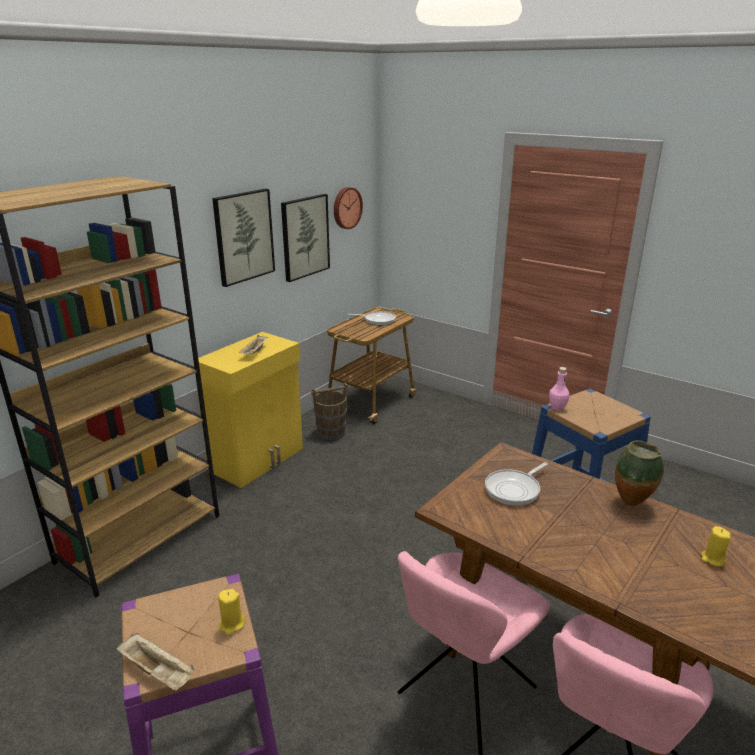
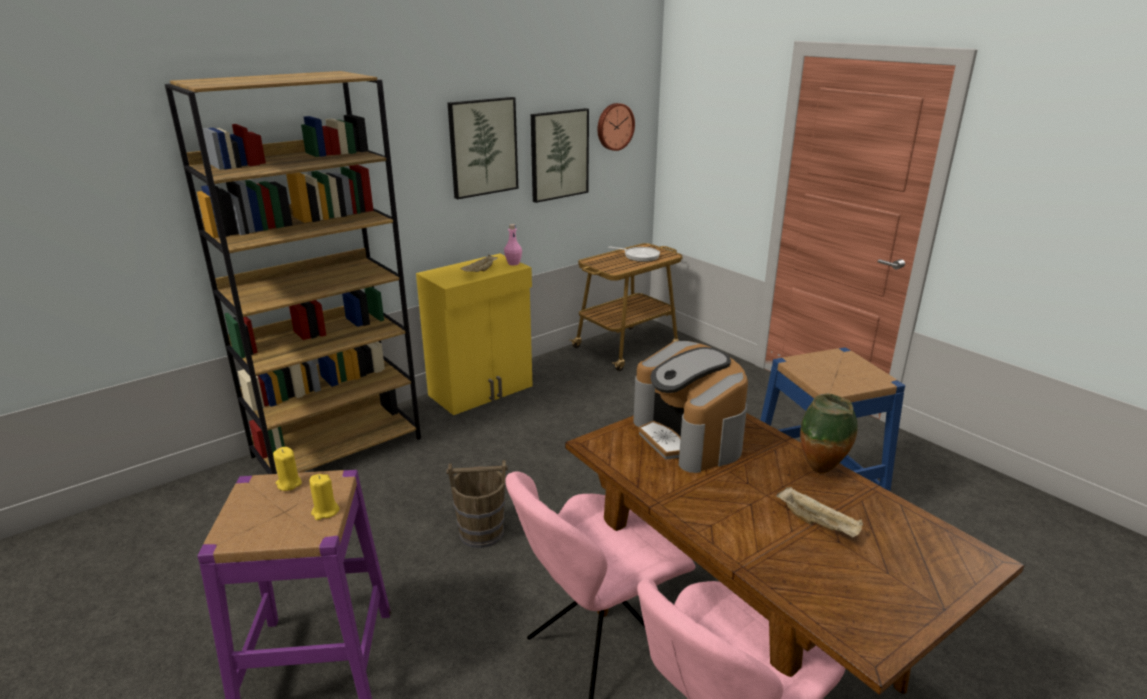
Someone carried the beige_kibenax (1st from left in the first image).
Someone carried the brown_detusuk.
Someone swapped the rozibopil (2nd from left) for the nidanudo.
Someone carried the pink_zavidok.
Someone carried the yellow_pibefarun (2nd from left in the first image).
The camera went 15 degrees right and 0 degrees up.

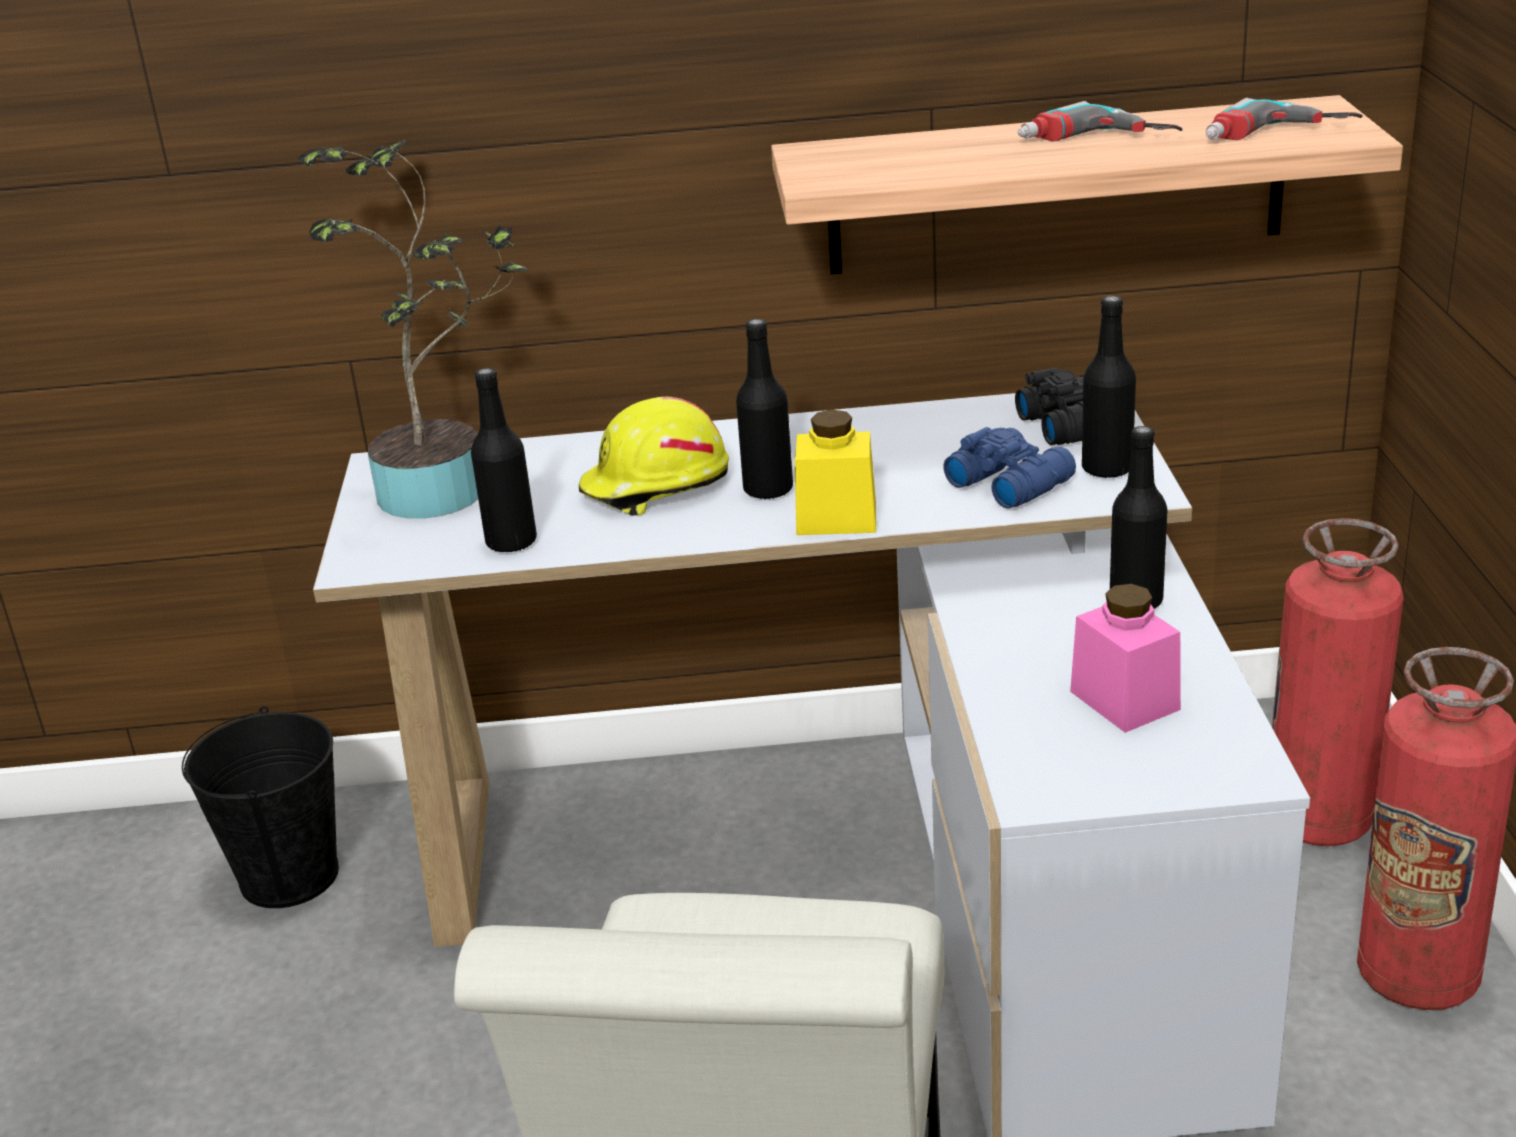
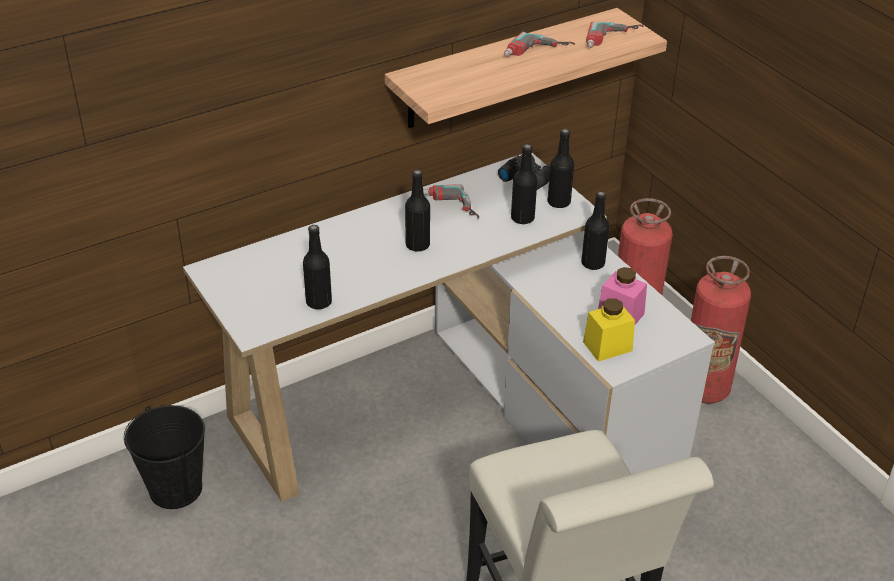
Someone took away the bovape.
Someone took away the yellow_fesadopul.
Someone carried the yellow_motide.
Someone swapped the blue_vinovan for the black_zavidok (3rd from left).
Someone put down the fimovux (1st from left).
The camera went 30 degrees left and 10 degrees up.

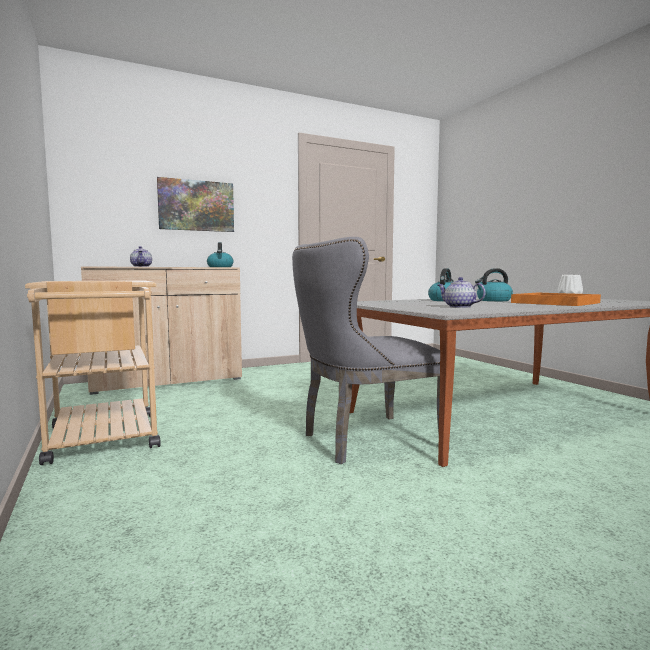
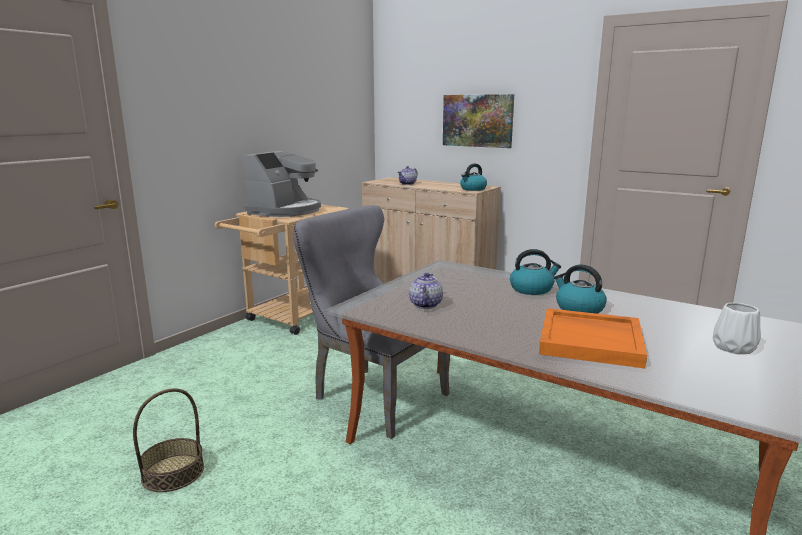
Someone put down the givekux.
Someone put down the nidanudo.
The camera went 60 degrees right and 10 degrees up.

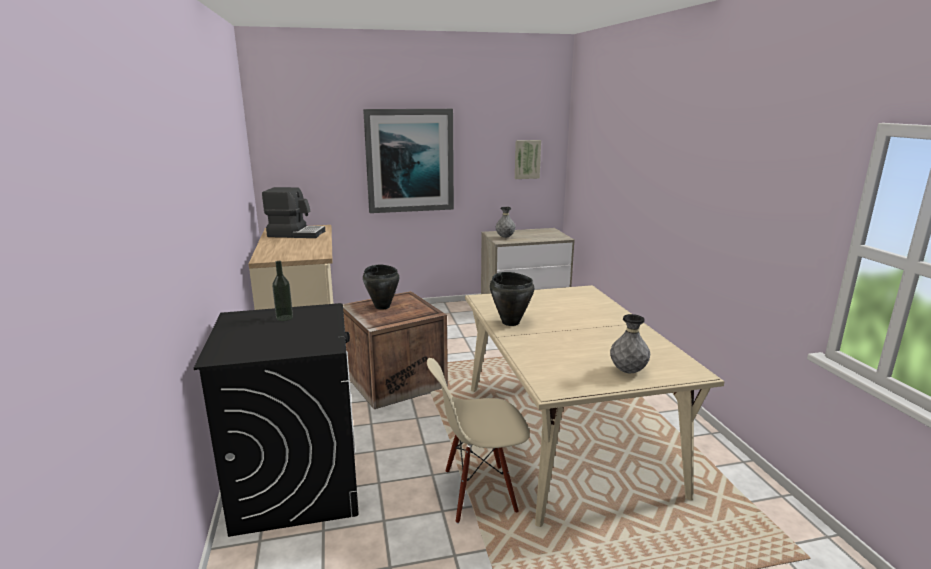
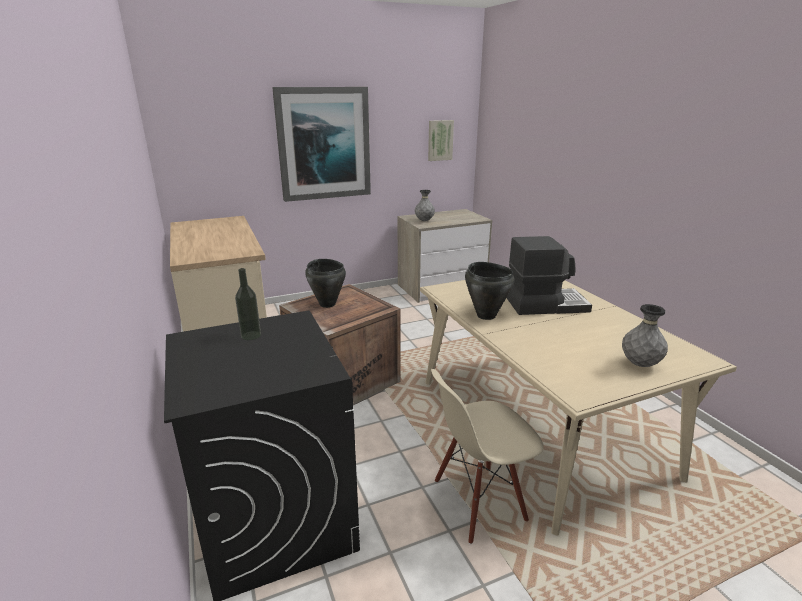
Someone carried the nidanudo.
The camera went 10 degrees left and 5 degrees up.

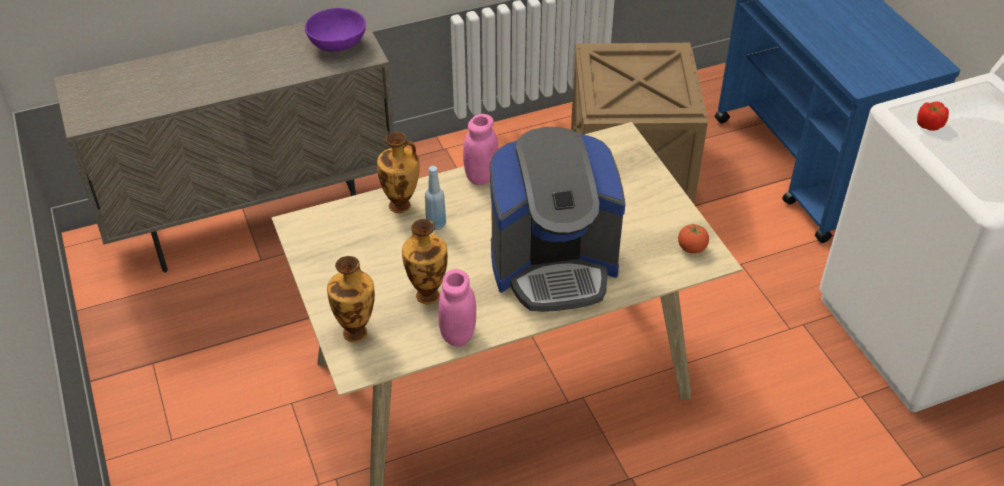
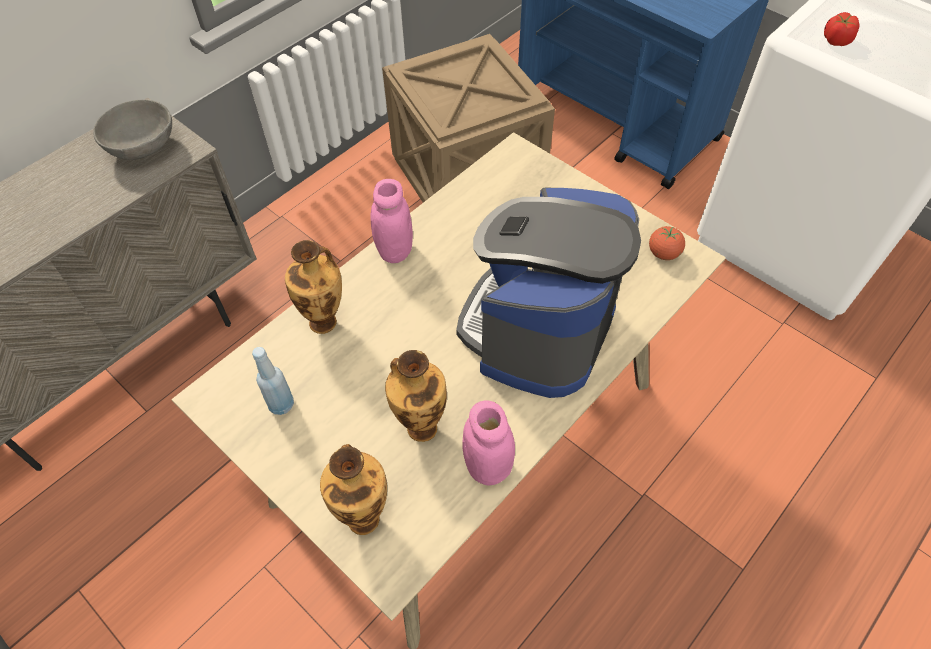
Someone repainted the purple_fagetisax, which became the grey_fagetisax.
Someone carried the blue_zavidok.
Someone rotated the nidanudo by 150 degrees clockwise.
The camera went 25 degrees left and 10 degrees up.

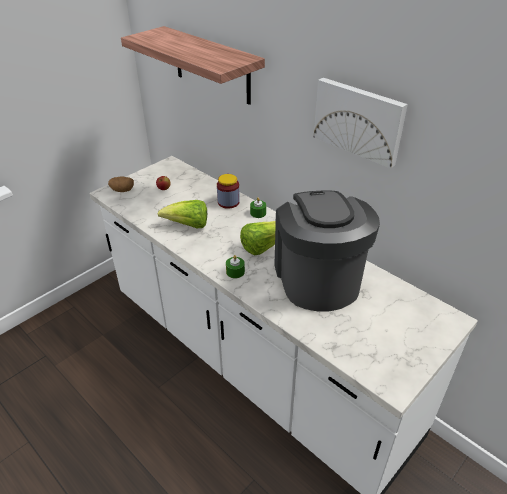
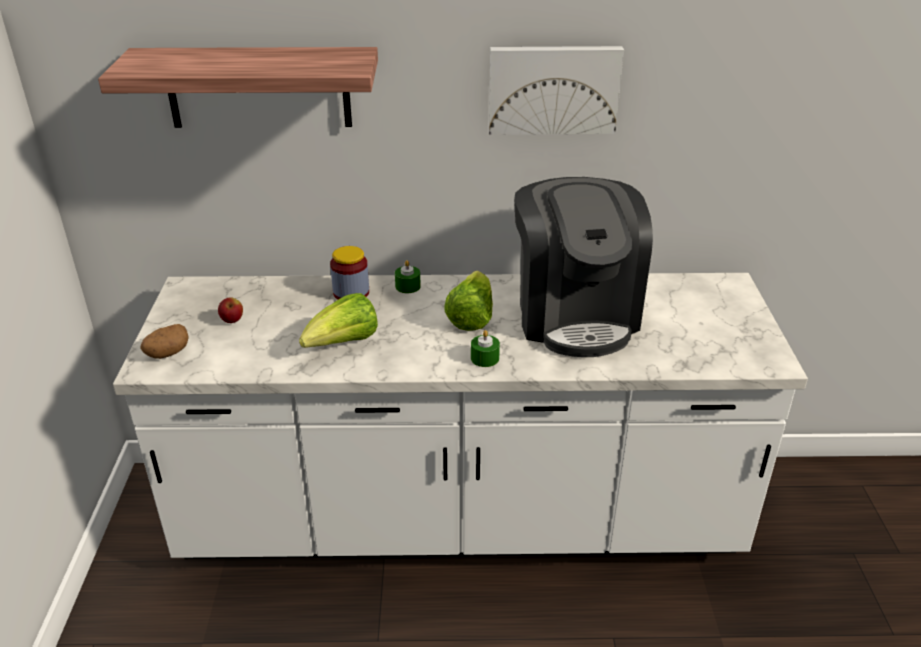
Someone rotated the nidanudo by 135 degrees counterclockwise.
The camera went 45 degrees left and 5 degrees down.

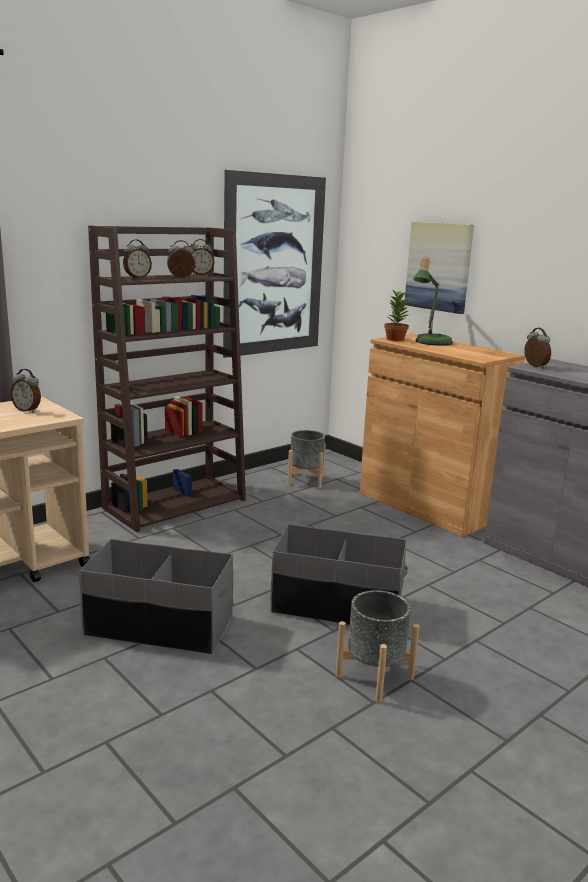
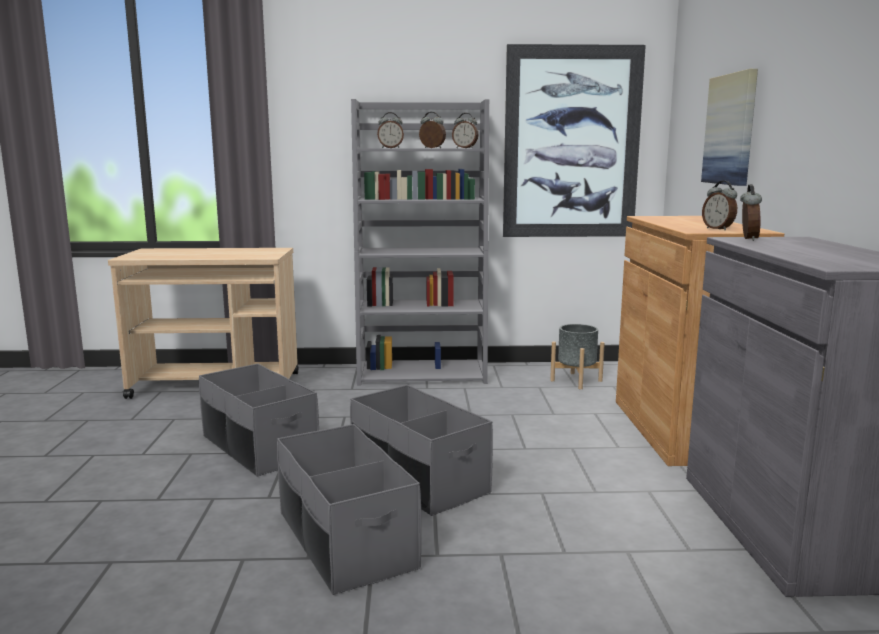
Someone carried the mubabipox (1st from left in the first image).
Someone repainted the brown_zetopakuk, which became the grey_zetopakuk.
Someone swapped the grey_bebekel (2nd from left) for the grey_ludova (2nd from left).
Someone took away the bovape.
Someone took away the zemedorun.
The camera went 40 degrees right and 5 degrees down.

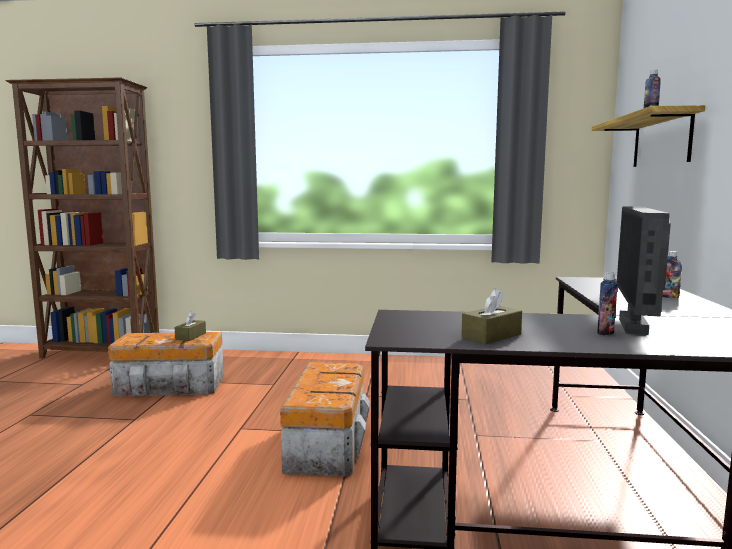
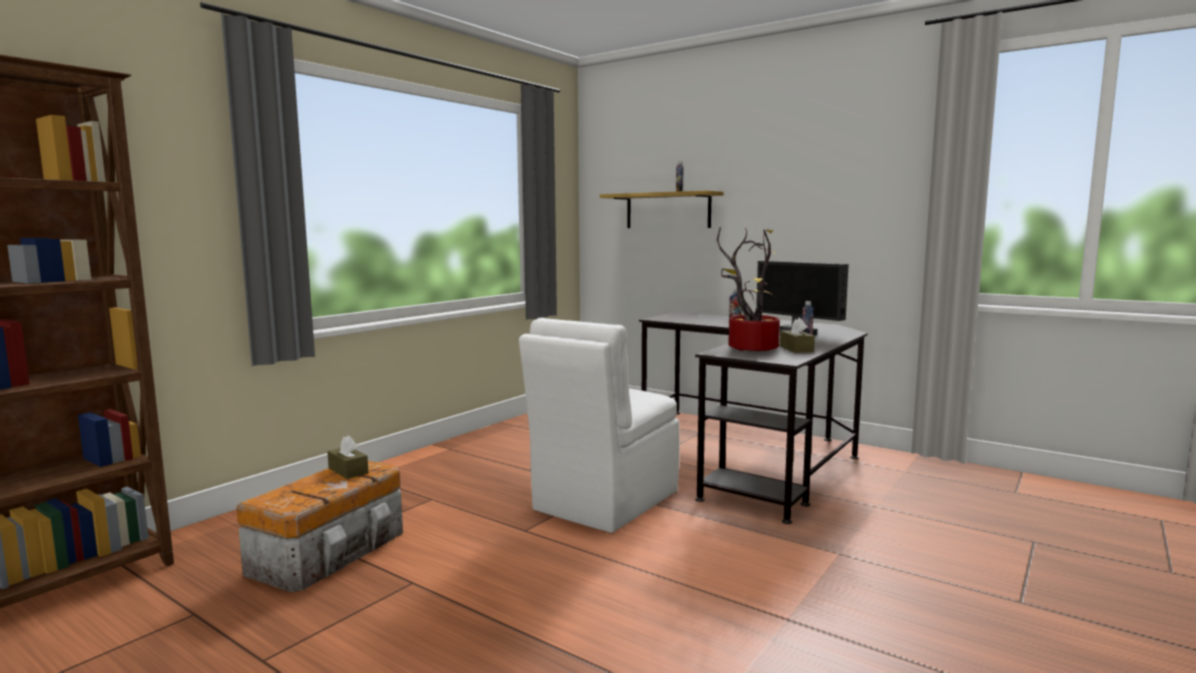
Someone swapped the ludova (2nd from left) for the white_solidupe.
Someone put down the bovape.
The camera went 60 degrees left and 0 degrees up.

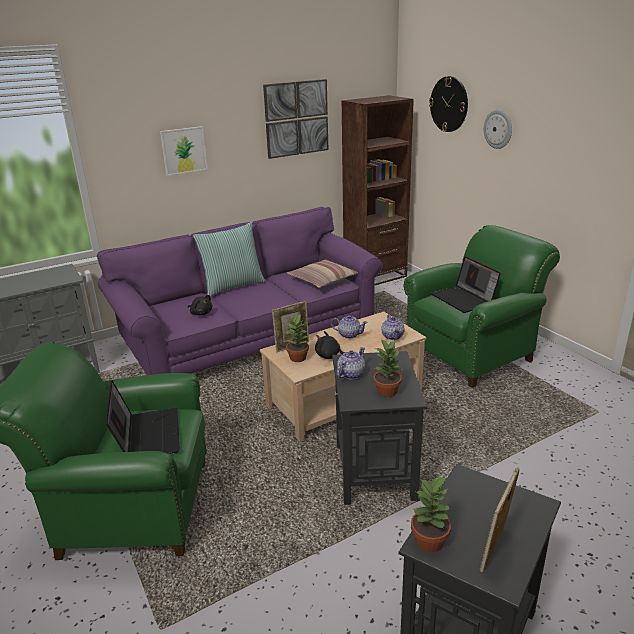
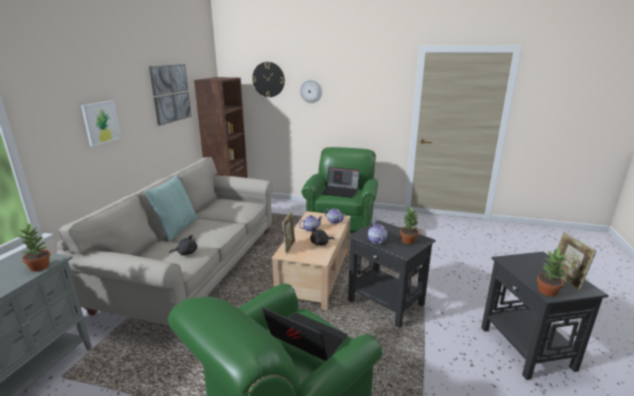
Someone repainted the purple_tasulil, which became the beige_tasulil.
Someone carried the bovape (1st from left).
Someone took away the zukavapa (2nd from left).
The camera went 45 degrees left and 5 degrees down.

